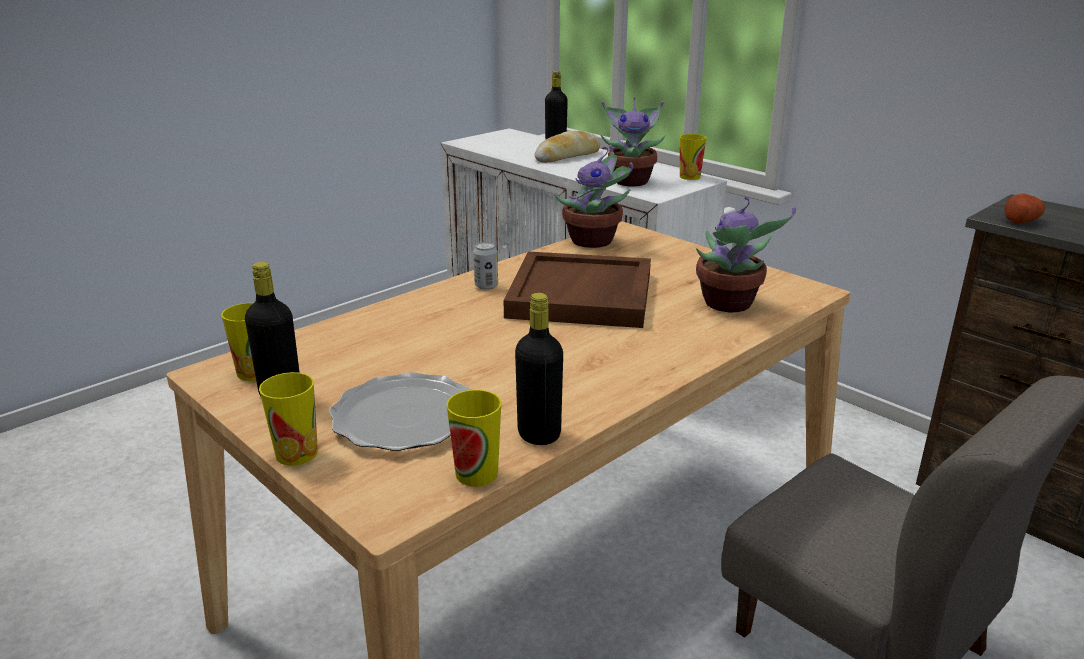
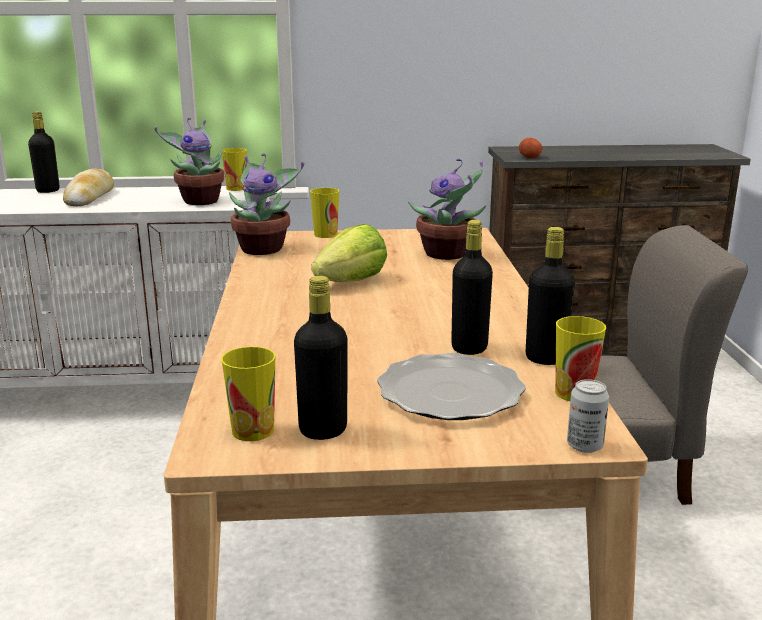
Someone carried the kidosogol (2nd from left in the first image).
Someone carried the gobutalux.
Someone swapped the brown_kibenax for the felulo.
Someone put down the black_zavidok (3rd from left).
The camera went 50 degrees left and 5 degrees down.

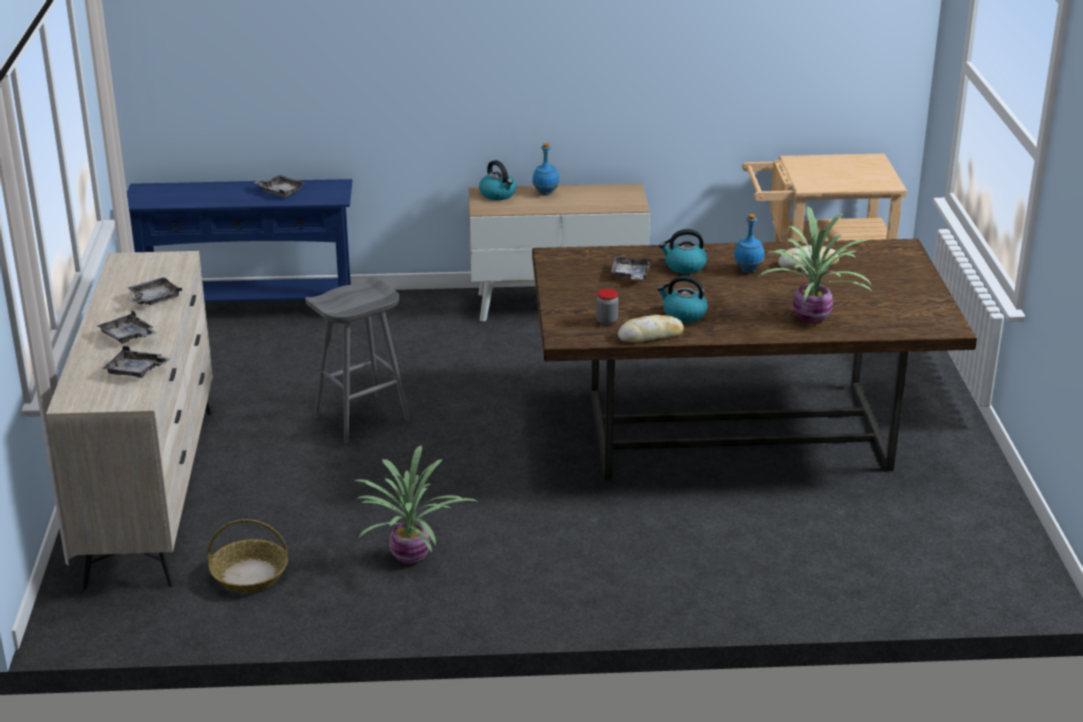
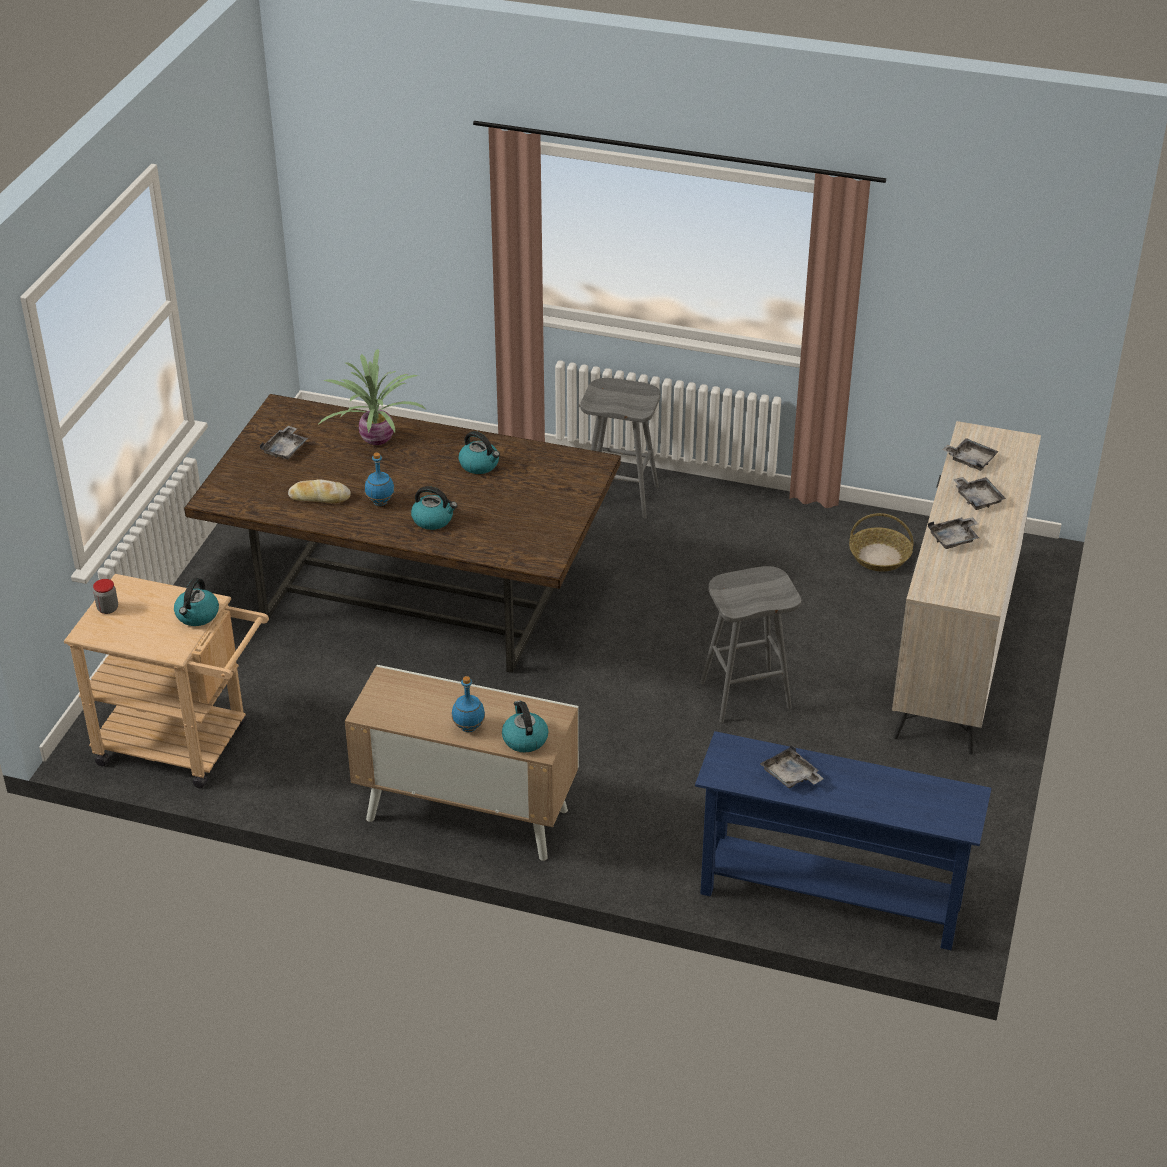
Someone took away the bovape (1st from left).
Someone carried the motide.
Someone carried the grey_kibenax (5th from left in the first image).
Someone took away the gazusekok (1st from left).
Someone put down the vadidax (1st from left).
Someone put down the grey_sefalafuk (1st from left).
The camera went 160 degrees left and 10 degrees up.

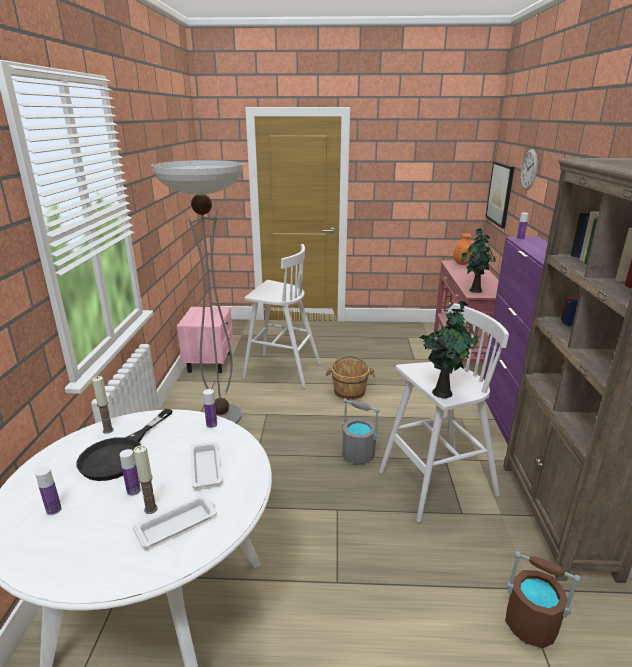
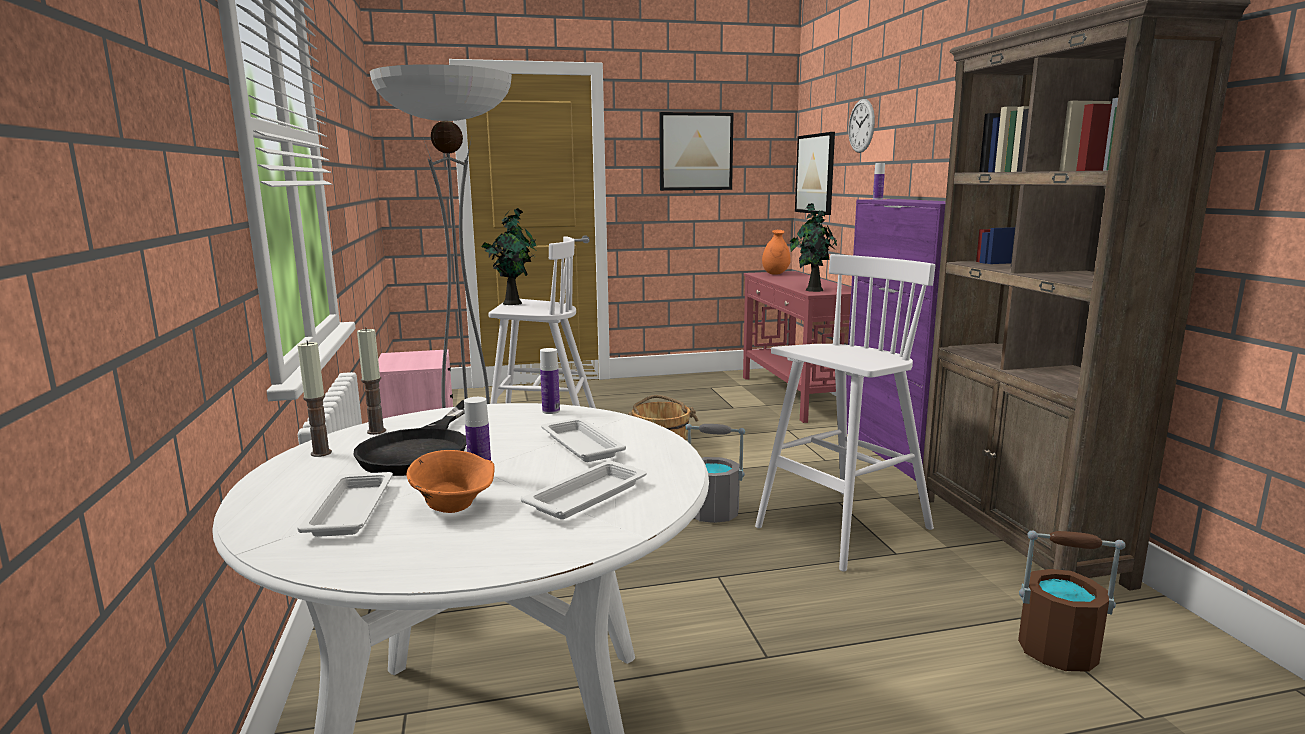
Someone swapped the zavidok (1st from left) for the white_kibenax (1st from left).
Someone carried the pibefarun (2nd from left in the first image).
Someone carried the bovape (1st from left).
Someone put down the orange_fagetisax.
Someone put up the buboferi (1st from left).
The camera went 15 degrees left and 10 degrees down.

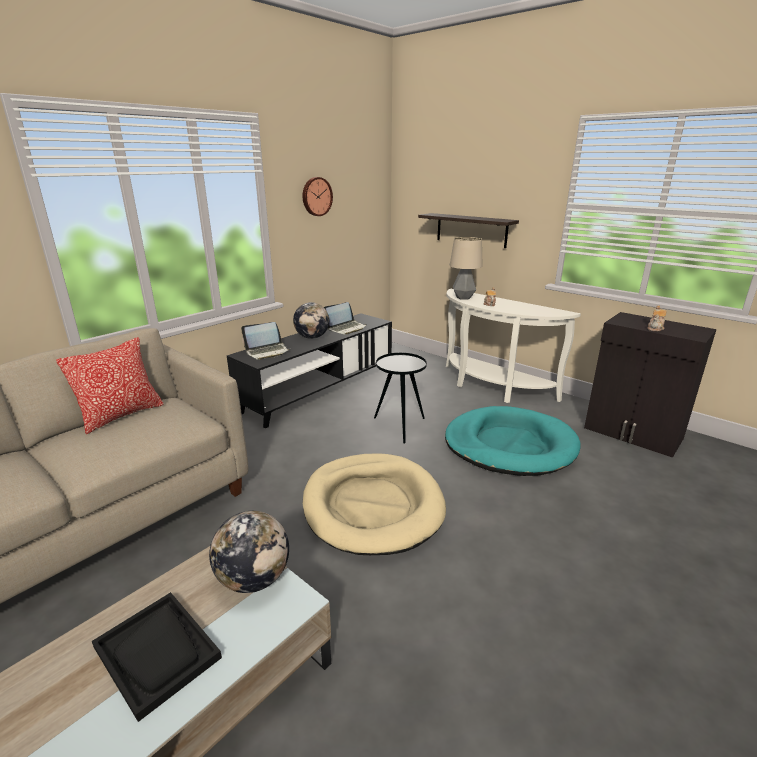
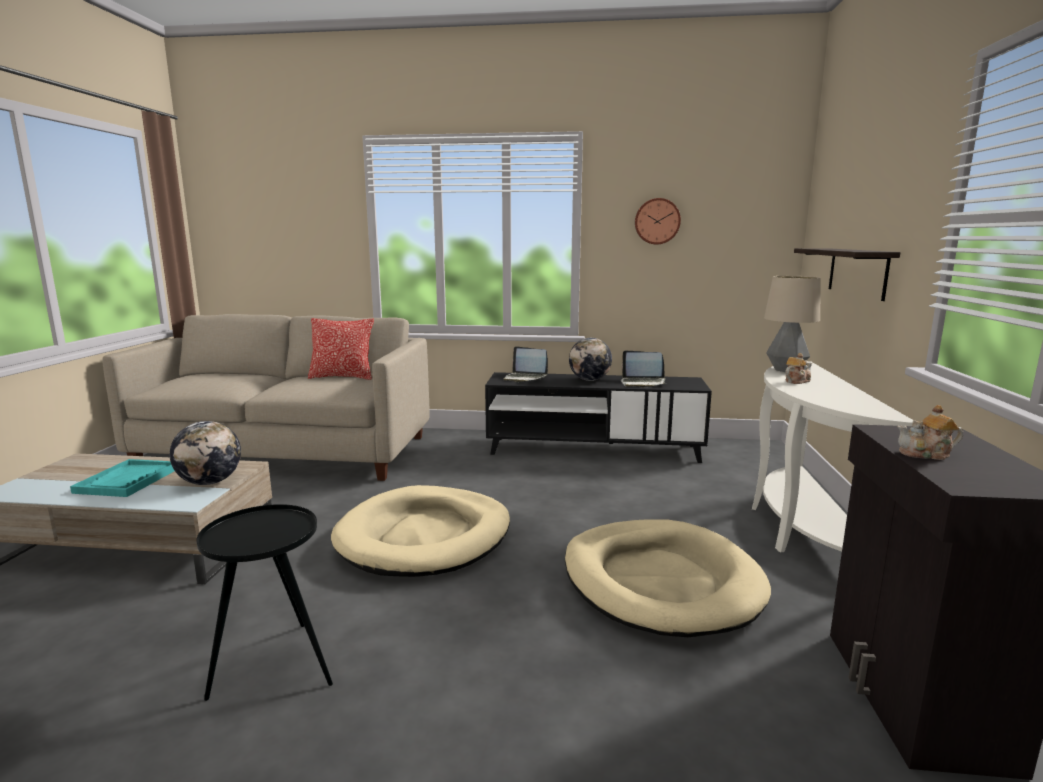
Someone repainted the black_kibenax, which became the turquoise_kibenax.
Someone carried the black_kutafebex.
Someone repainted the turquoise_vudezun, which became the beige_vudezun (2nd from left).
The camera went 55 degrees right and 10 degrees down.

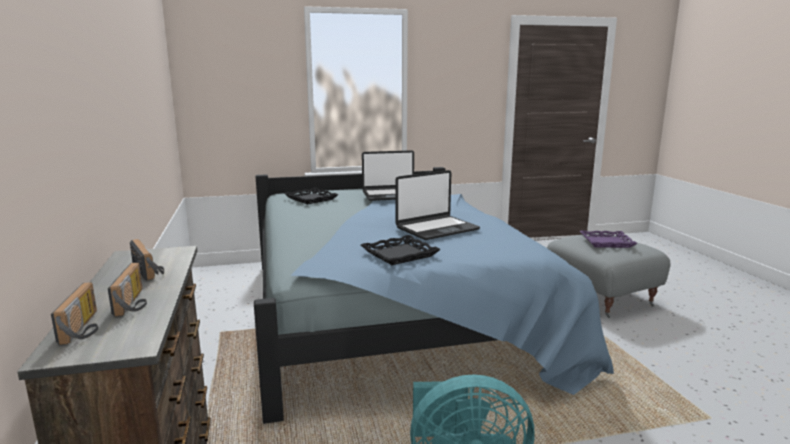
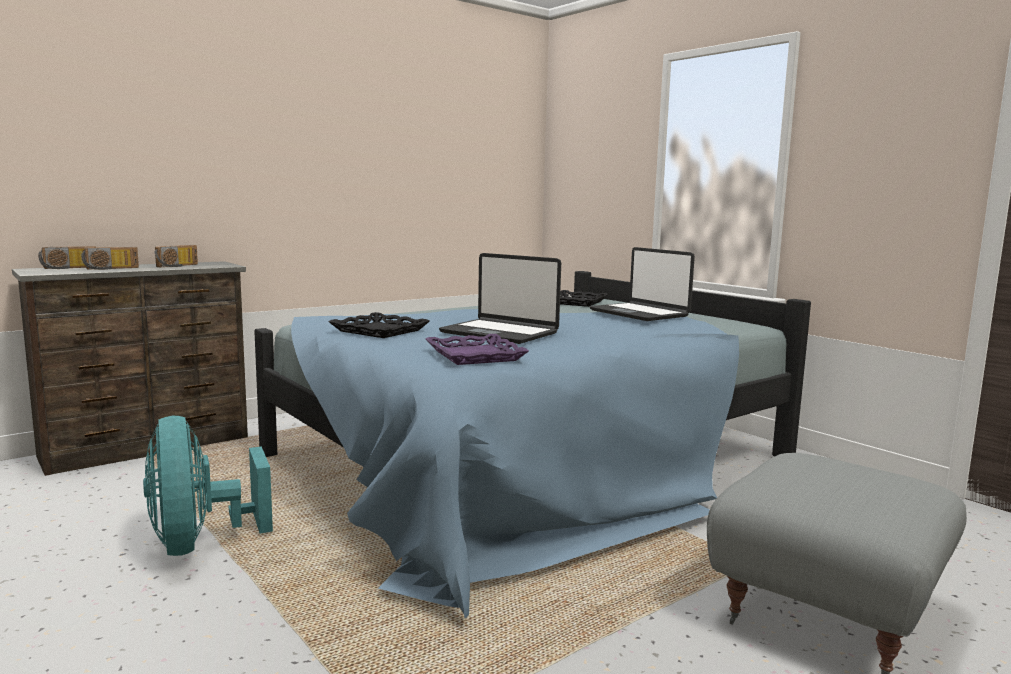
Someone carried the purple_kibenax.
The camera went 65 degrees right and 5 degrees down.

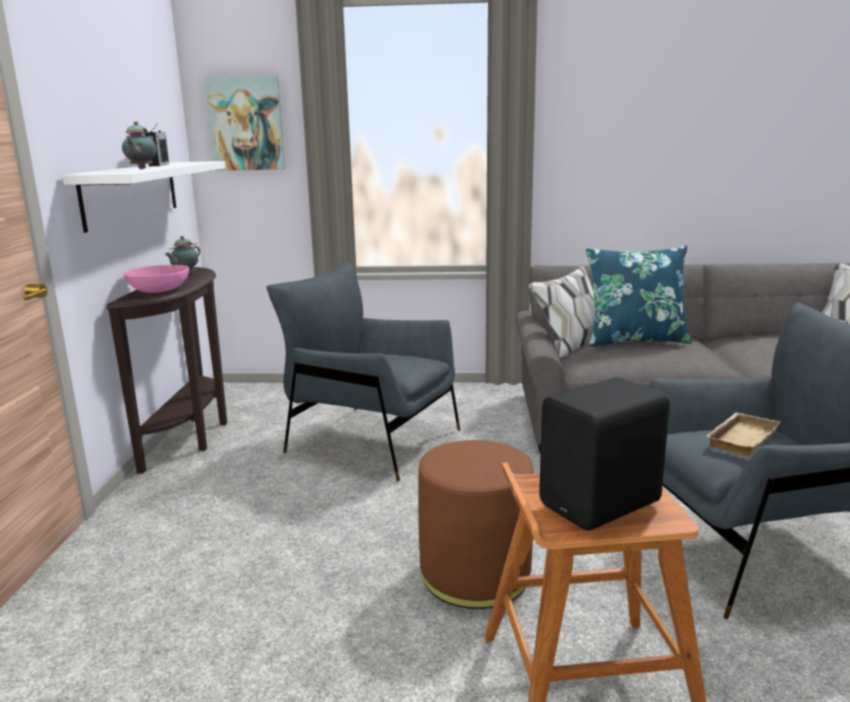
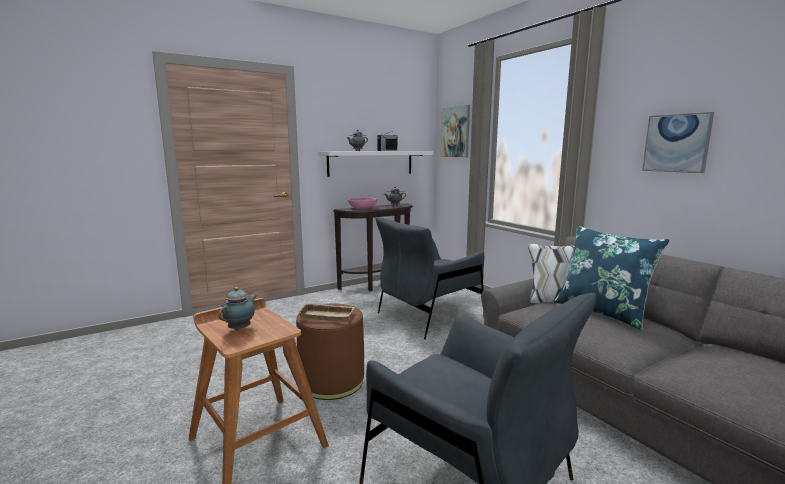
Someone rotated the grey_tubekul (1st from left) by 120 degrees counterclockwise.
Someone swapped the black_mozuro for the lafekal (1st from left).
Someone carried the beige_kibenax.
Someone put up the buboferi (2nd from left).
The camera went 55 degrees right and 5 degrees down.

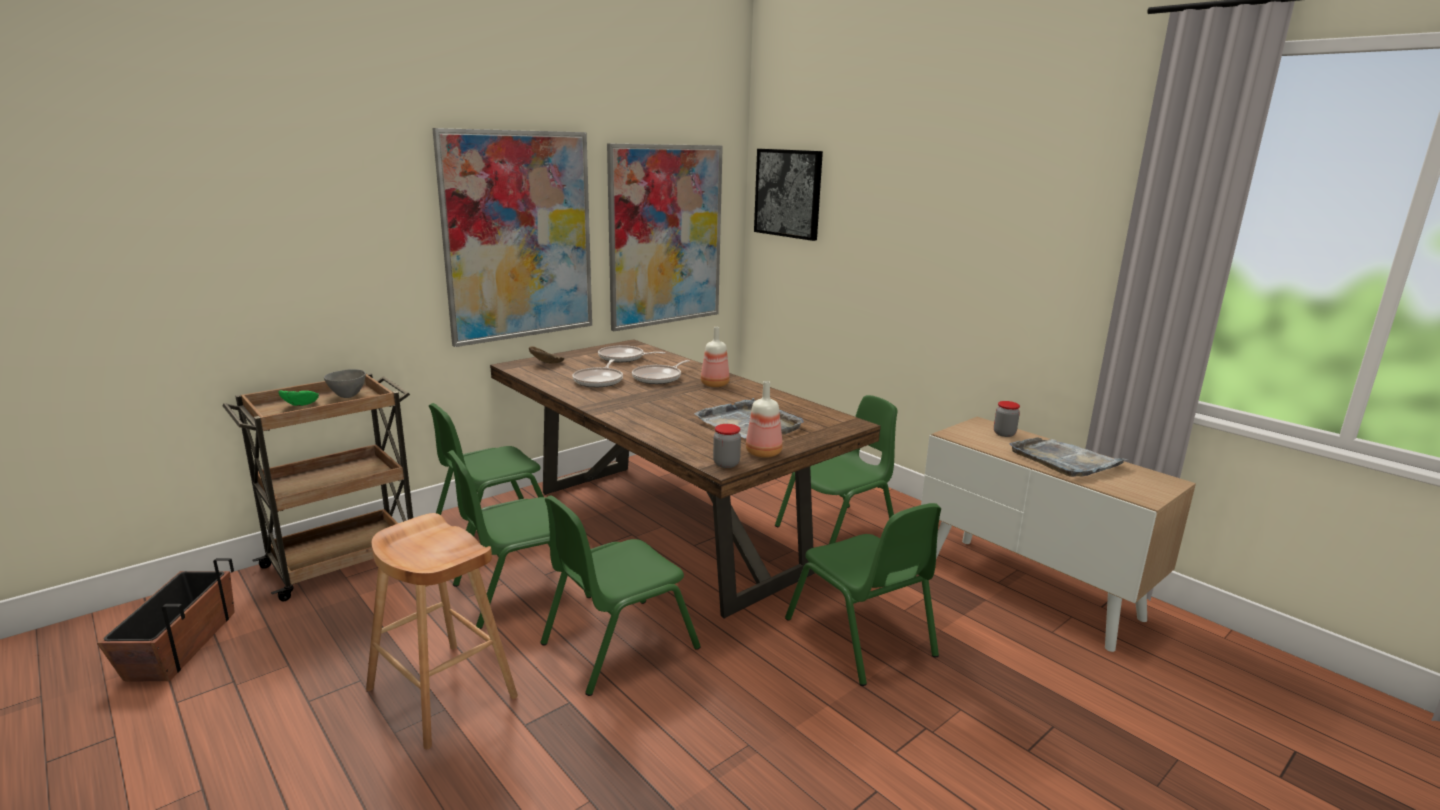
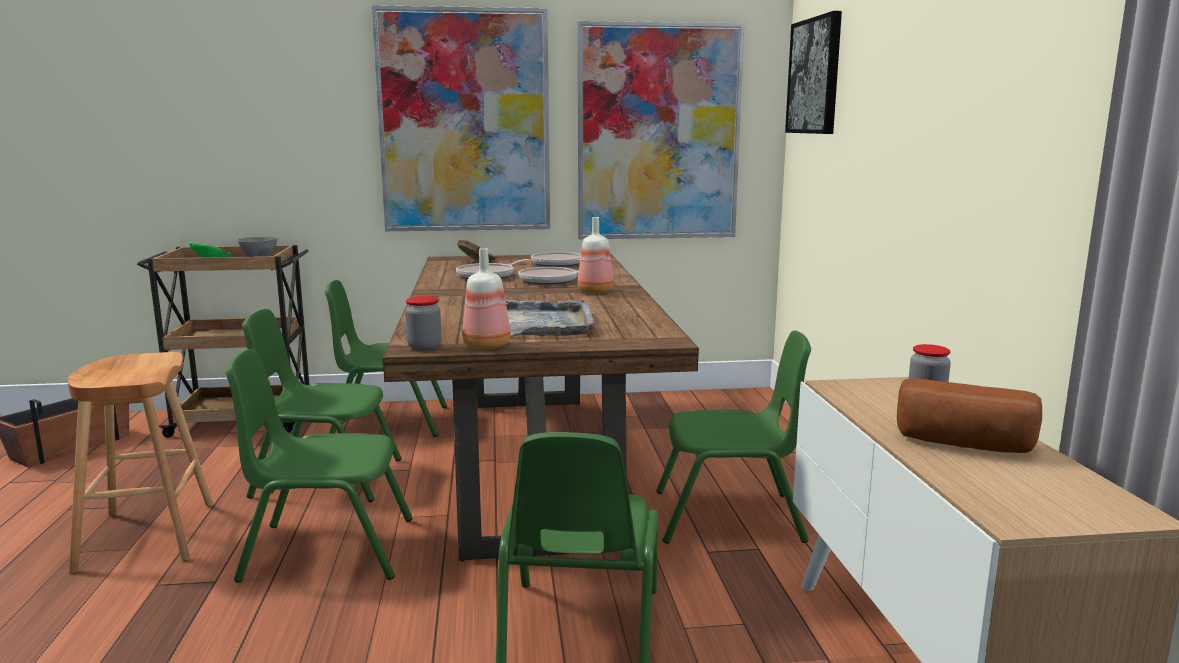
Someone swapped the grey_kibenax (2nd from left) for the gazusekok.
The camera went 35 degrees right and 5 degrees down.

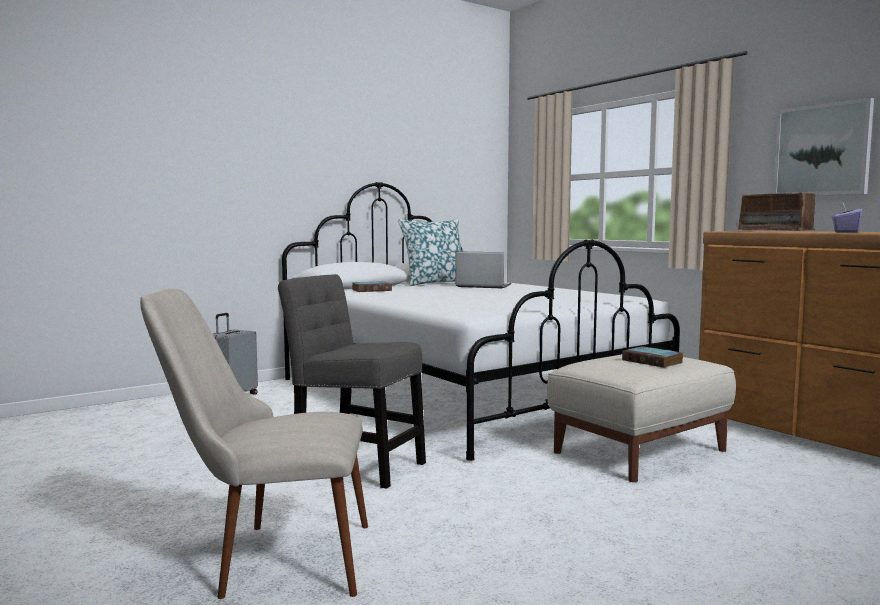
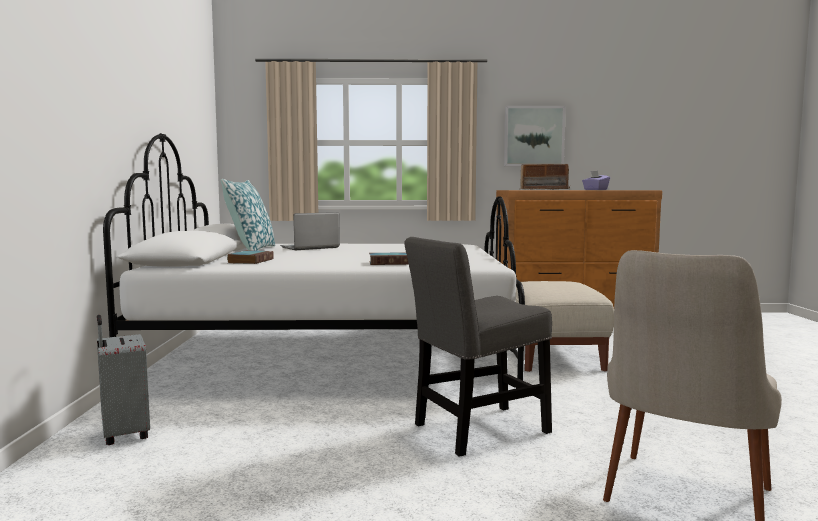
Someone carried the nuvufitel (2nd from left).
The camera went 55 degrees left and 0 degrees up.

